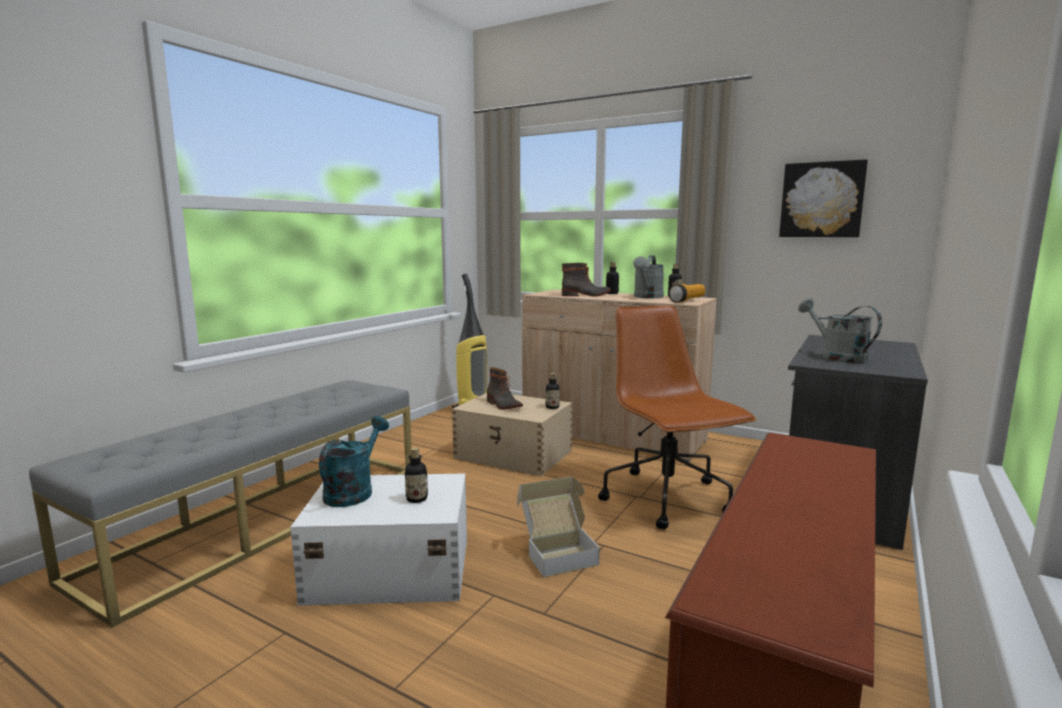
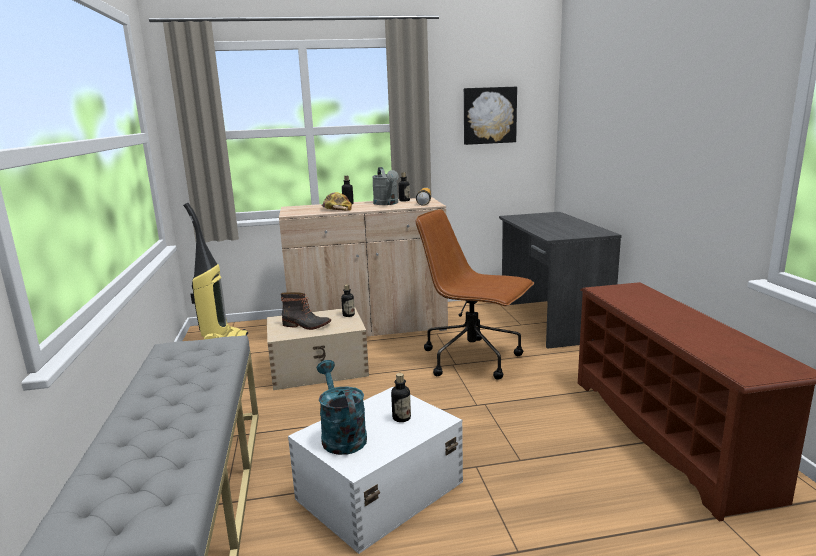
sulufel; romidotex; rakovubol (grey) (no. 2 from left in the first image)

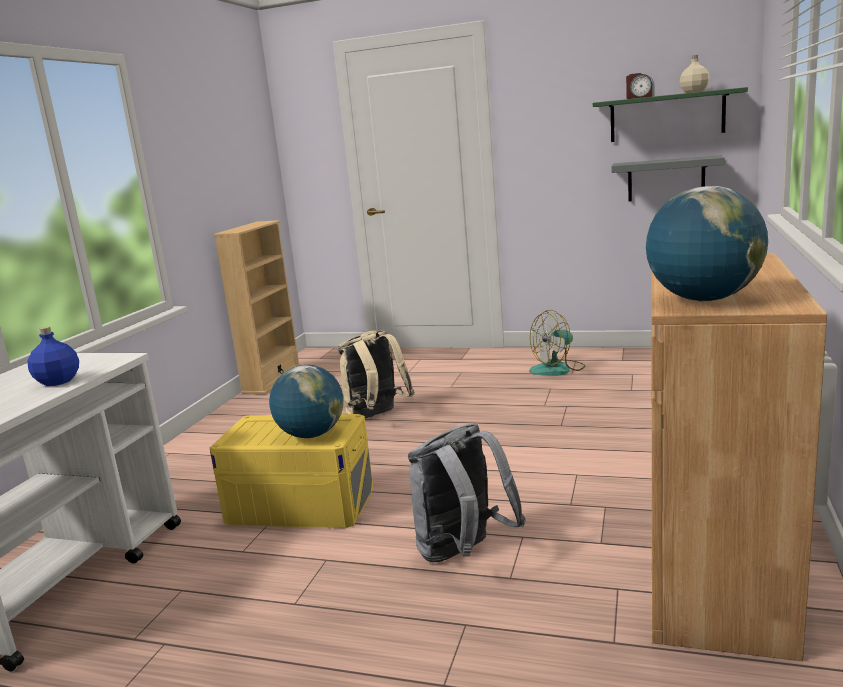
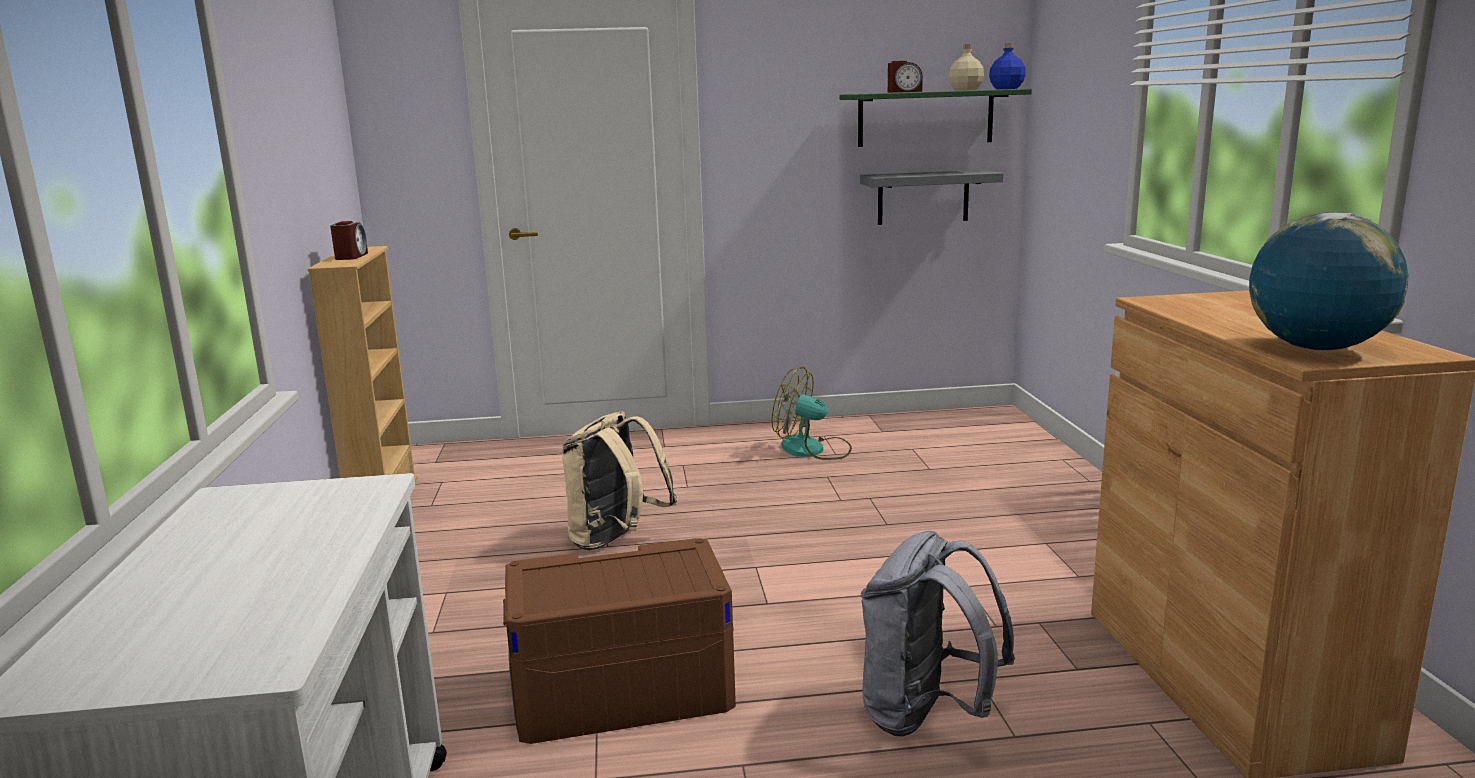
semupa (no. 1 from left); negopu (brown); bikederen; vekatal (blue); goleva (no. 1 from left in the first image)

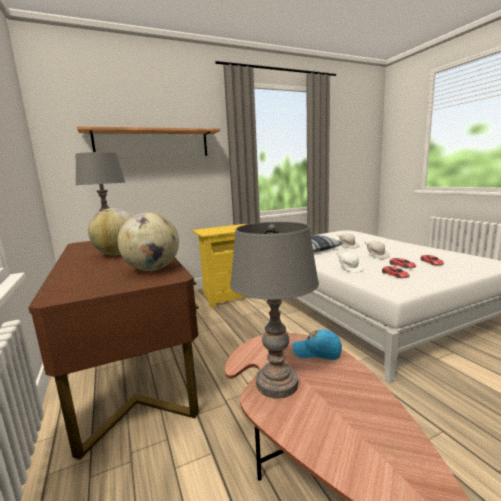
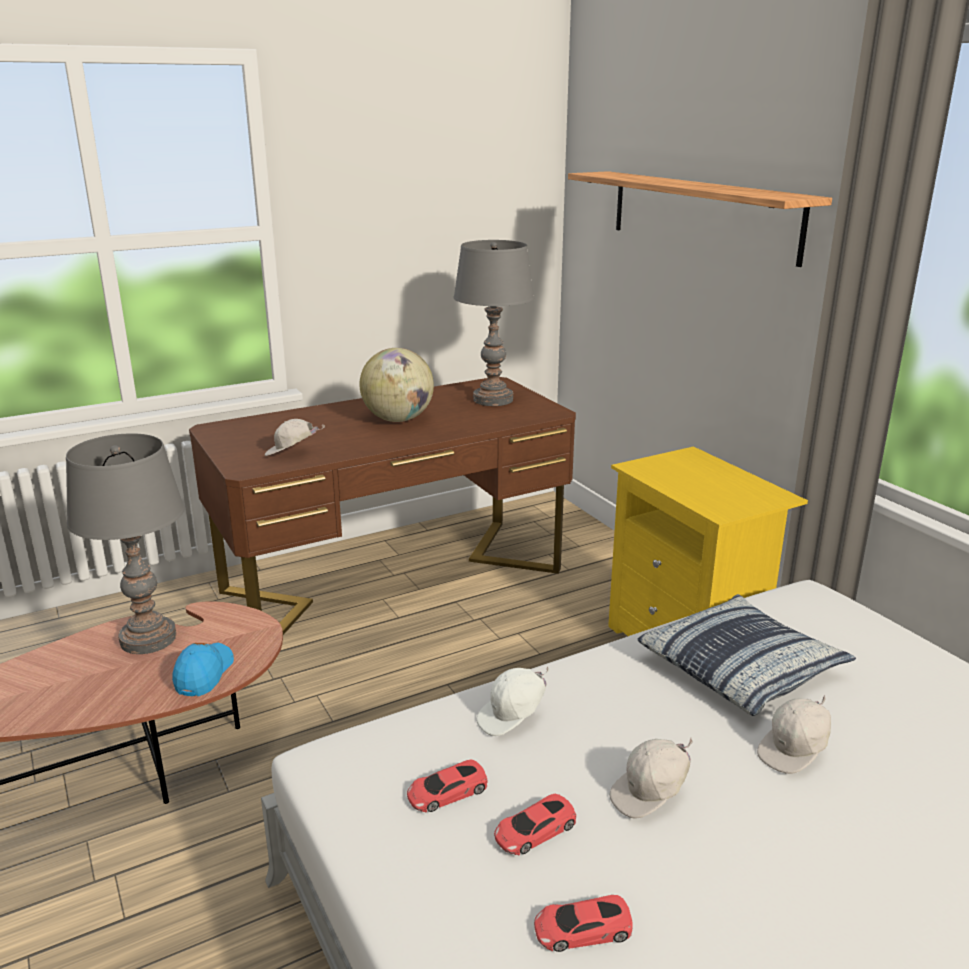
sulufel (white) (no. 1 from left)

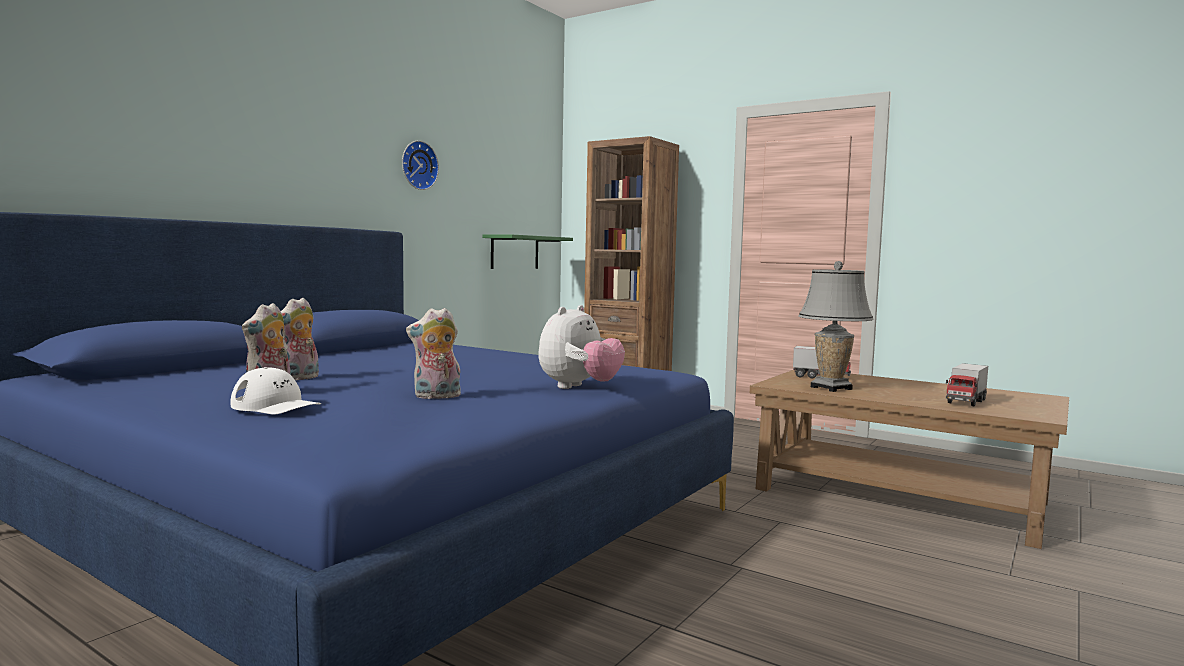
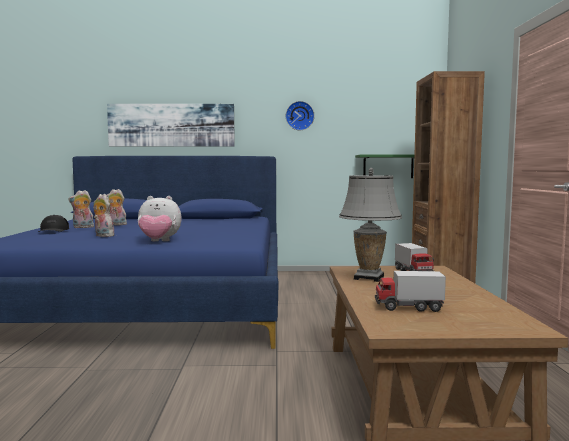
sulufel (black); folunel

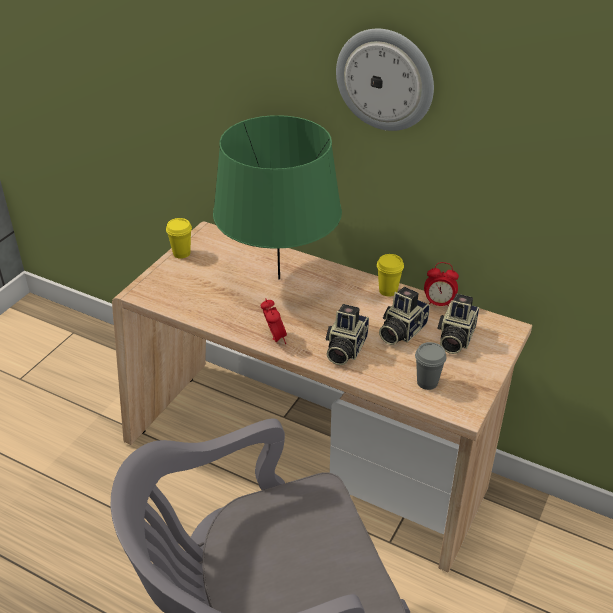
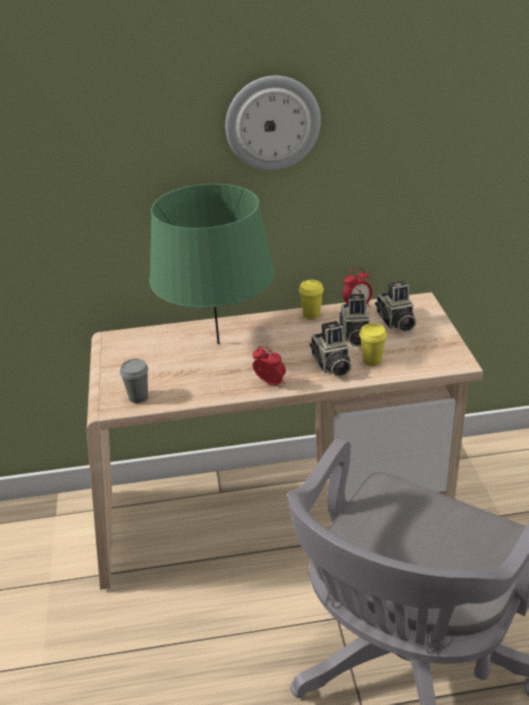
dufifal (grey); dufifal (yellow) (no. 2 from left)

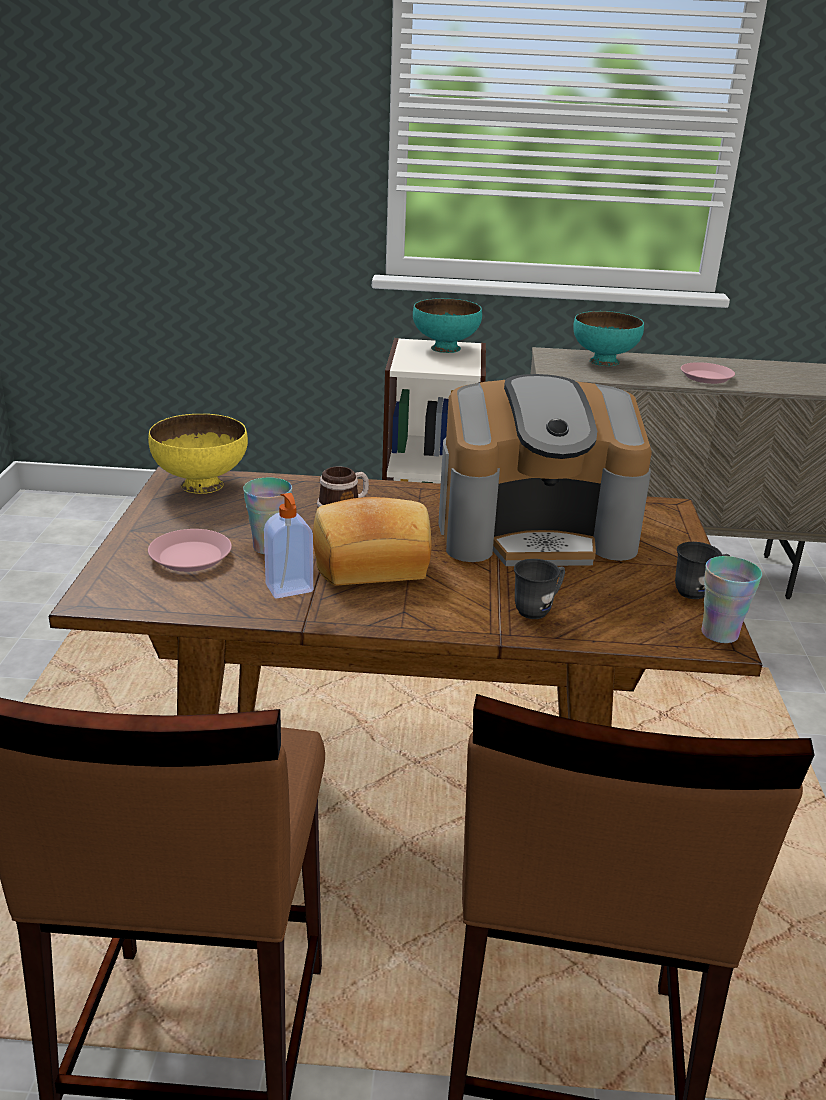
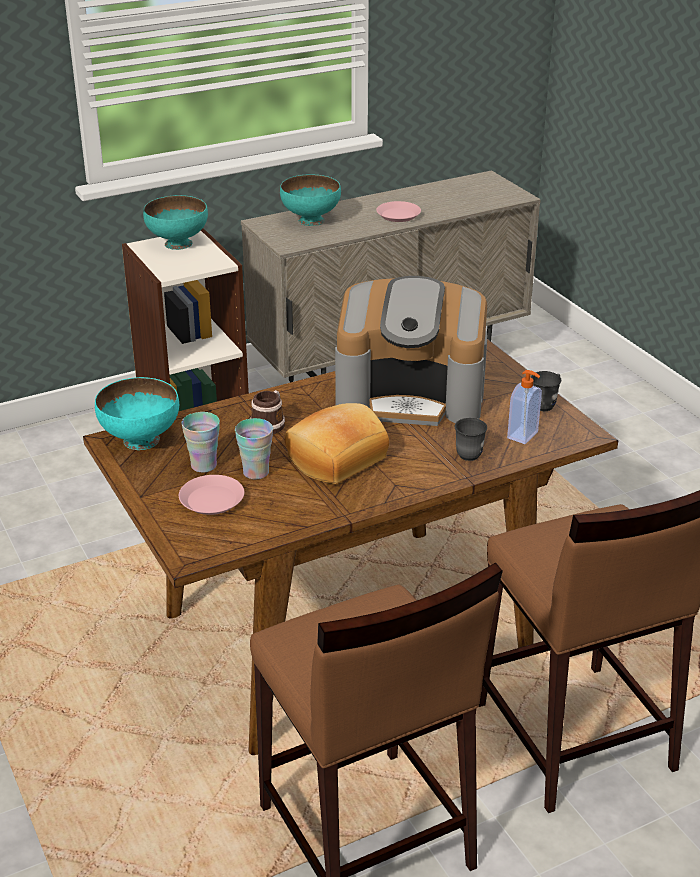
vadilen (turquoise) (no. 1 from left); dufifal (no. 1 from left); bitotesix; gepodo

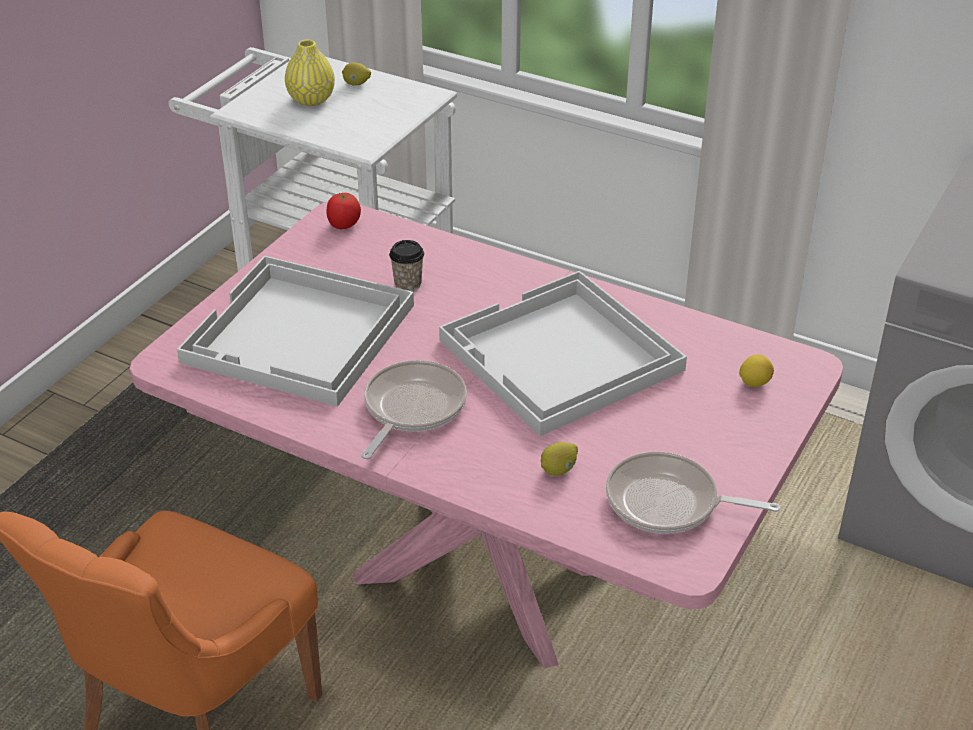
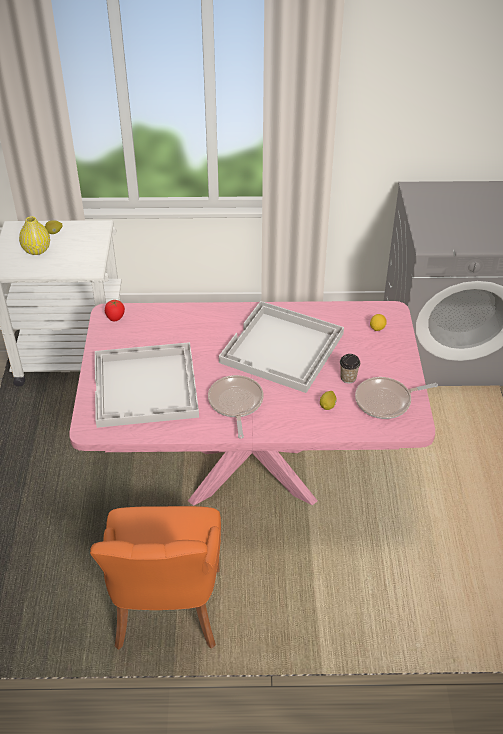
dufifal

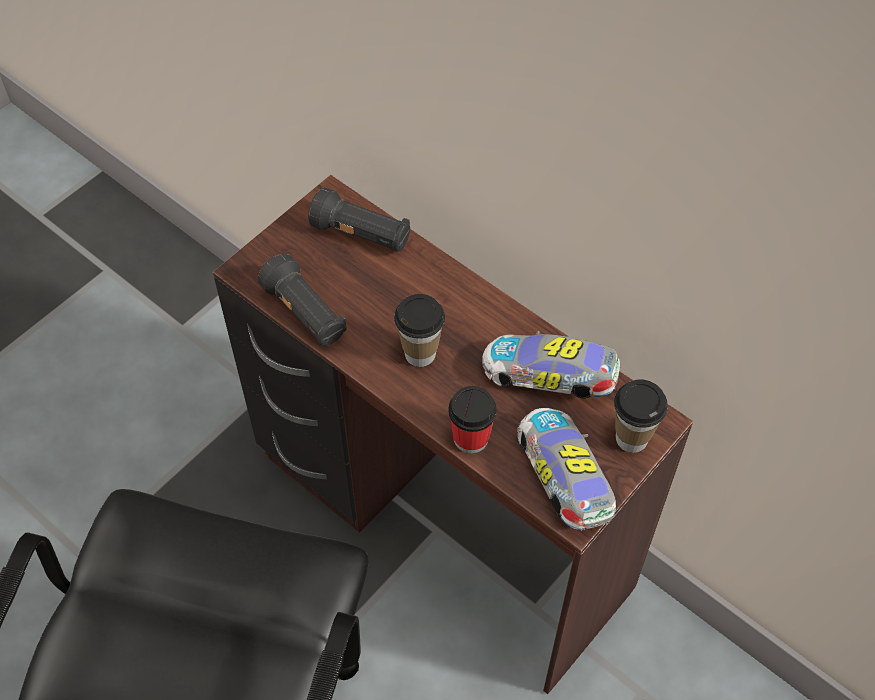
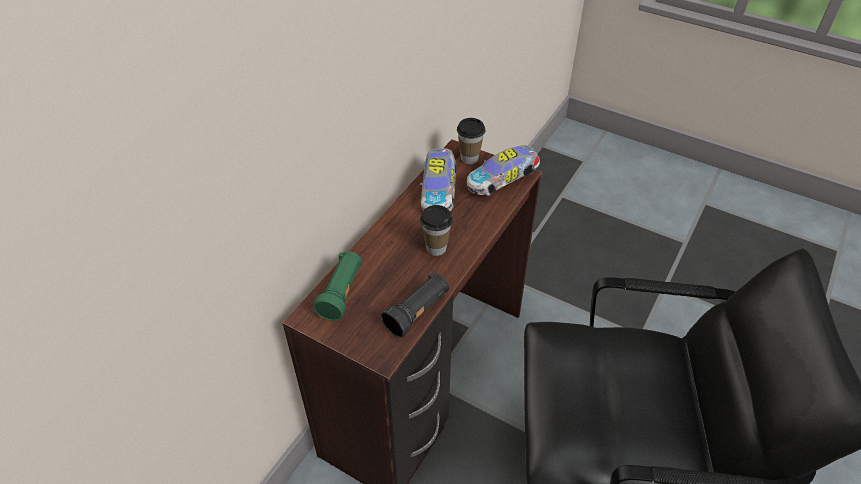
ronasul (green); dufifal (no. 2 from left in the first image)

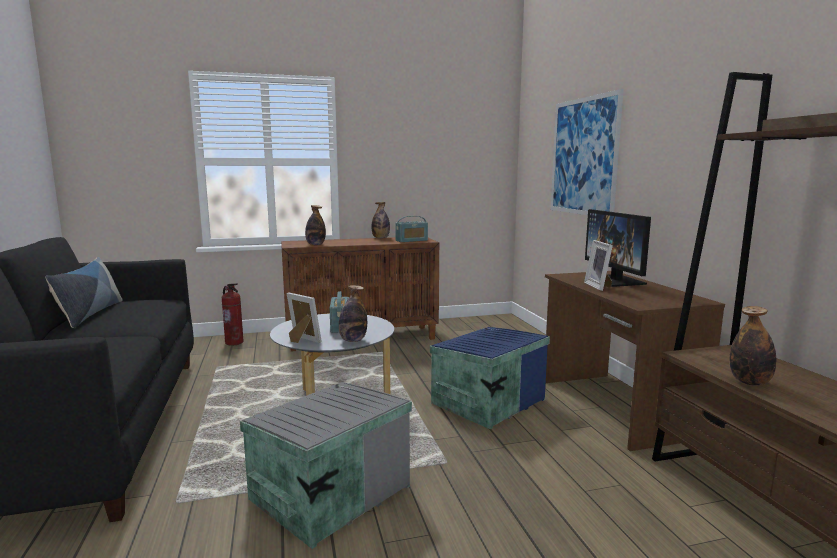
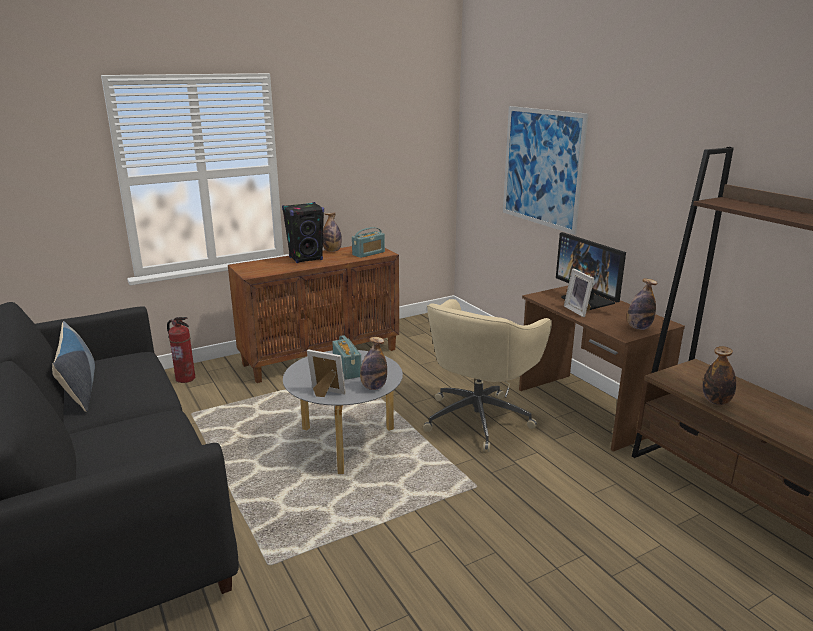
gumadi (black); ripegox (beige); vekatal (no. 3 from left); negopu (grey)

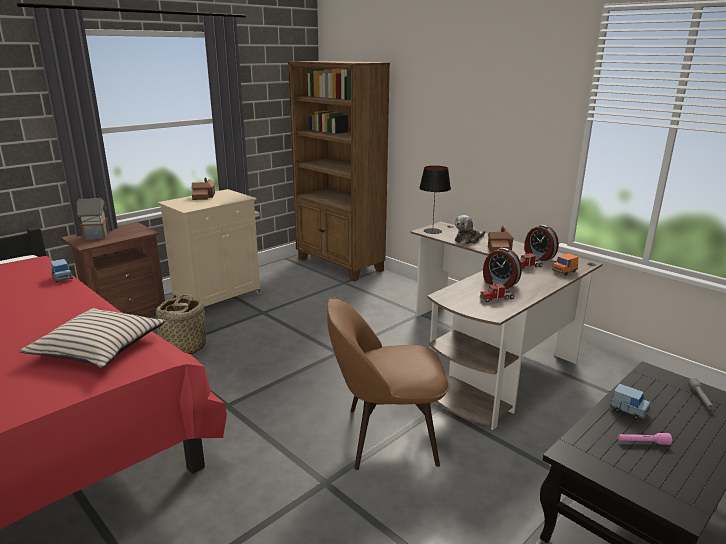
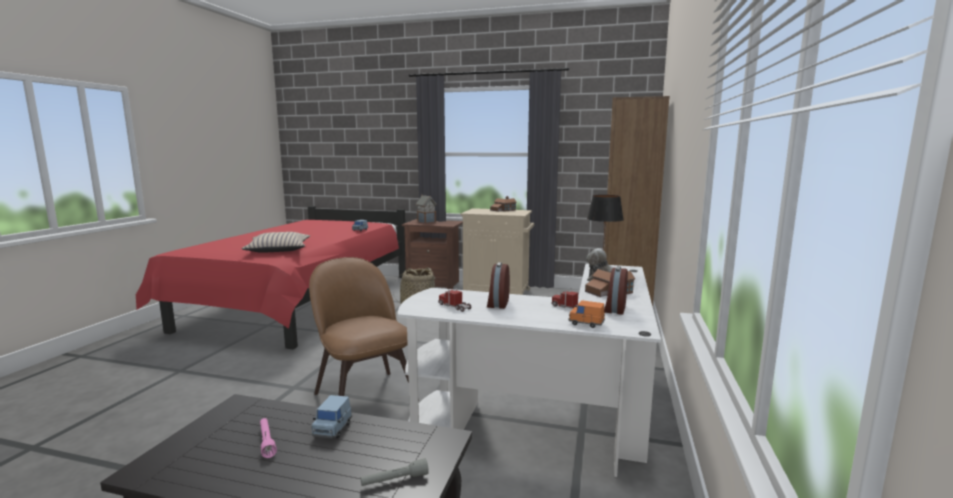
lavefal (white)

